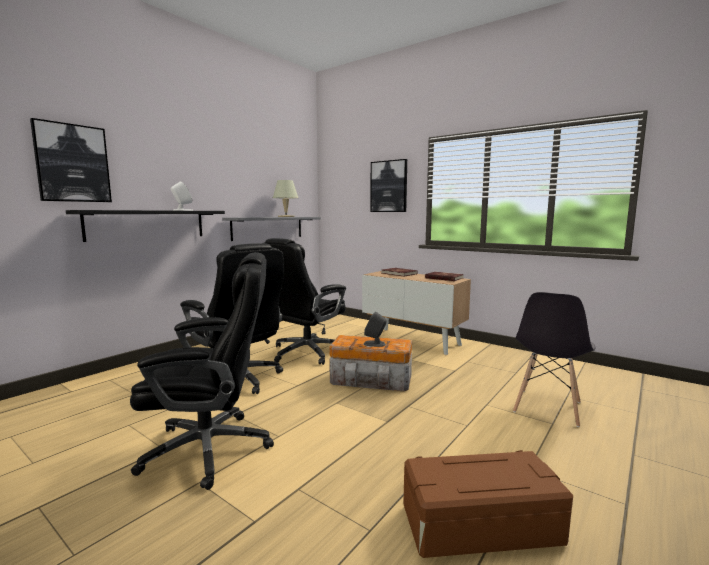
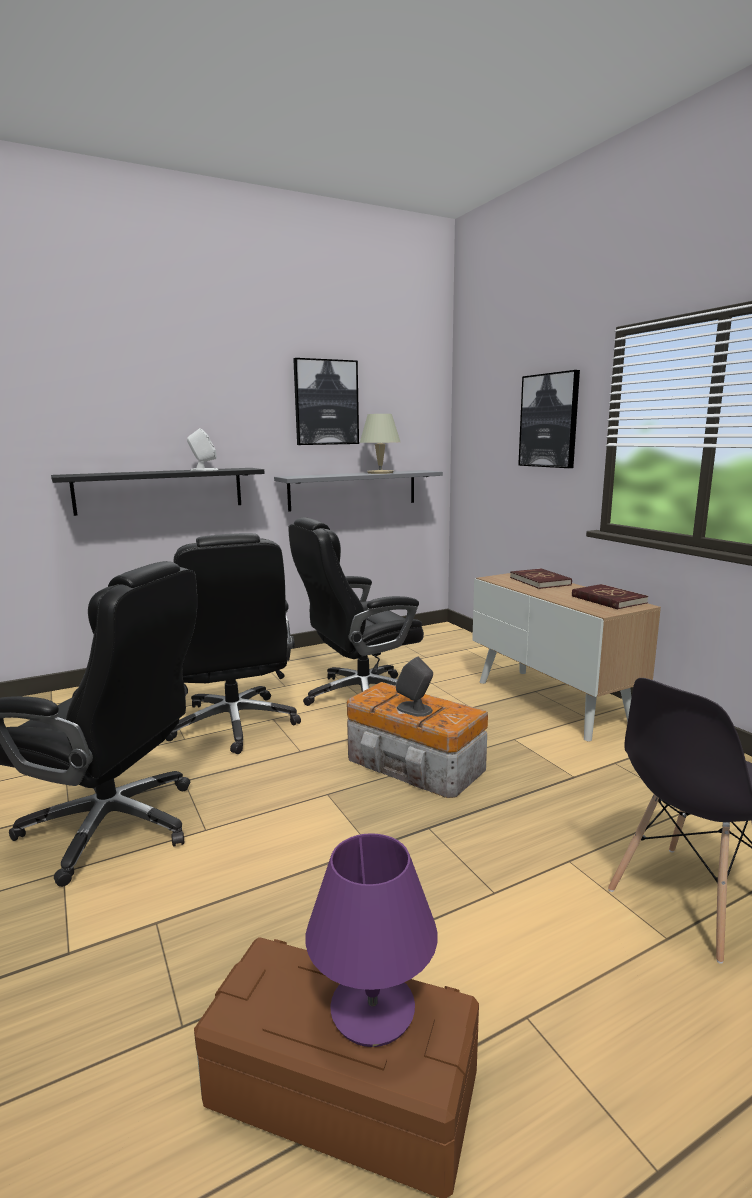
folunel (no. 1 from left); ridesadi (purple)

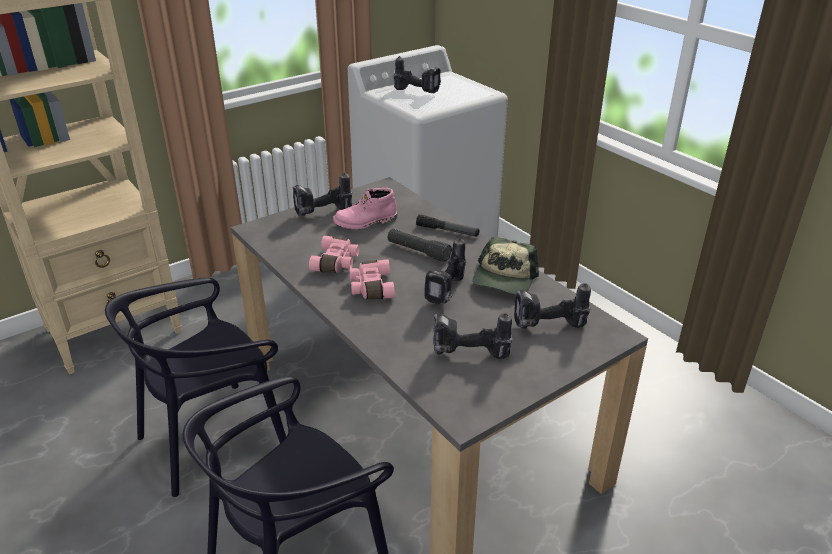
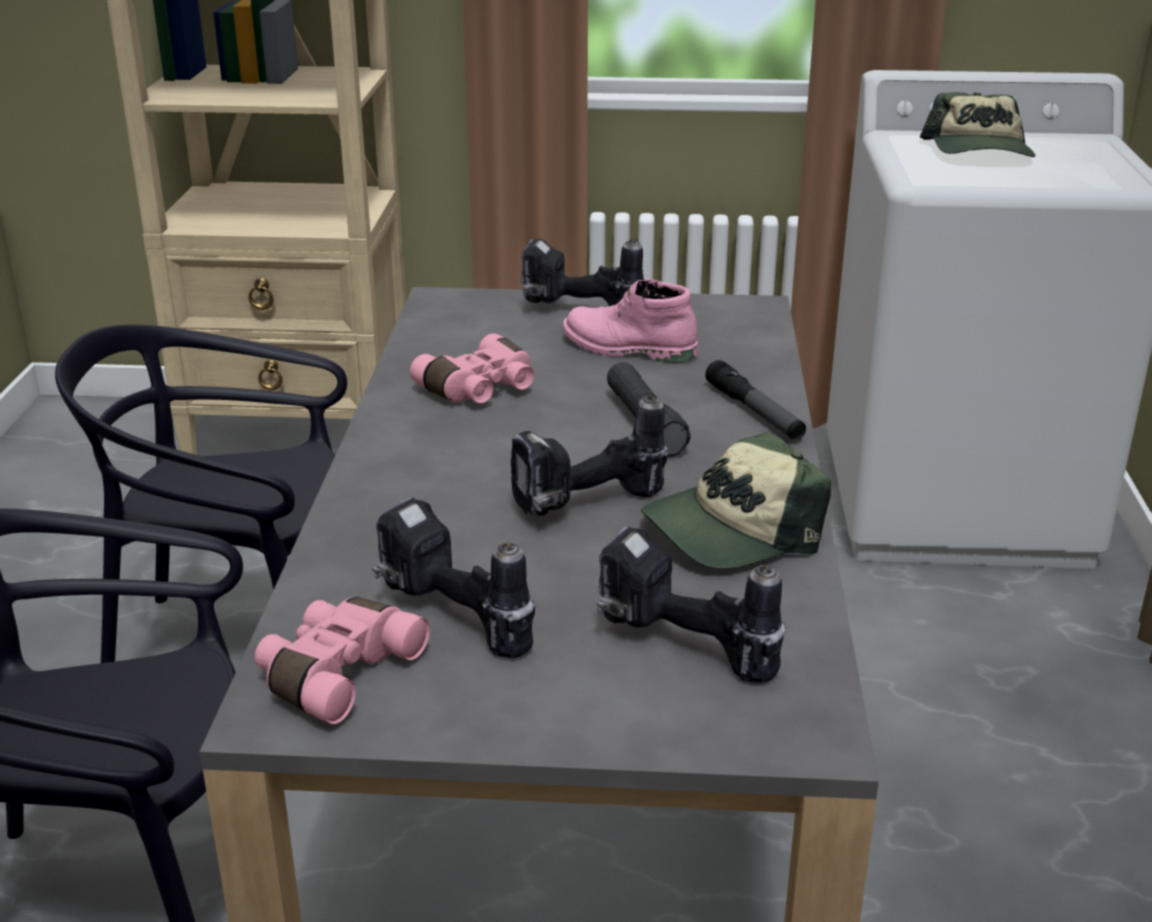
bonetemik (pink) (no. 1 from left); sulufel (no. 2 from left)

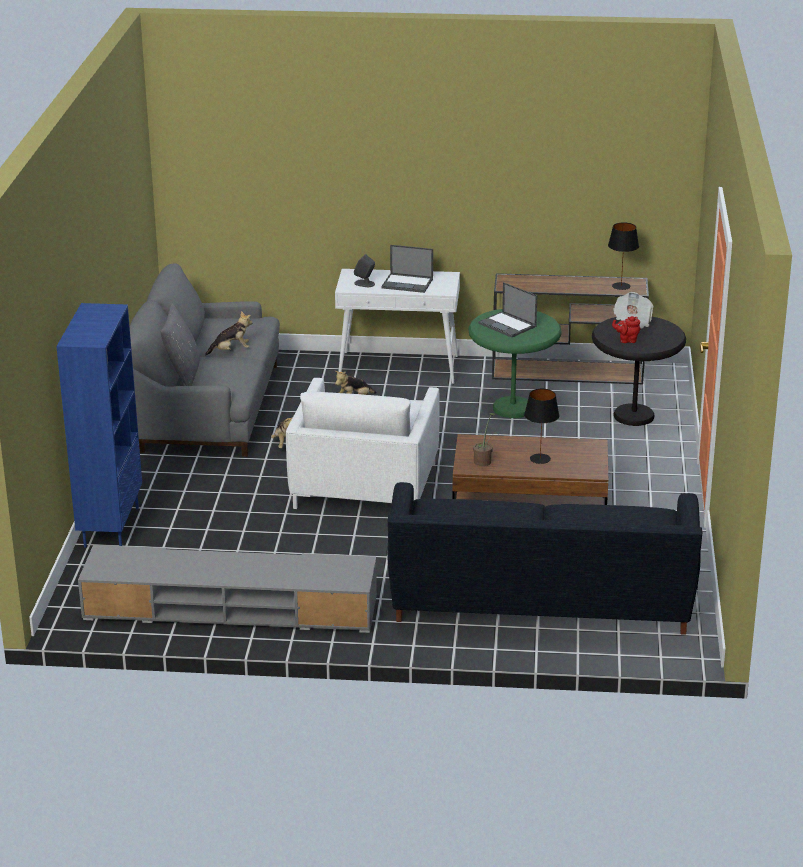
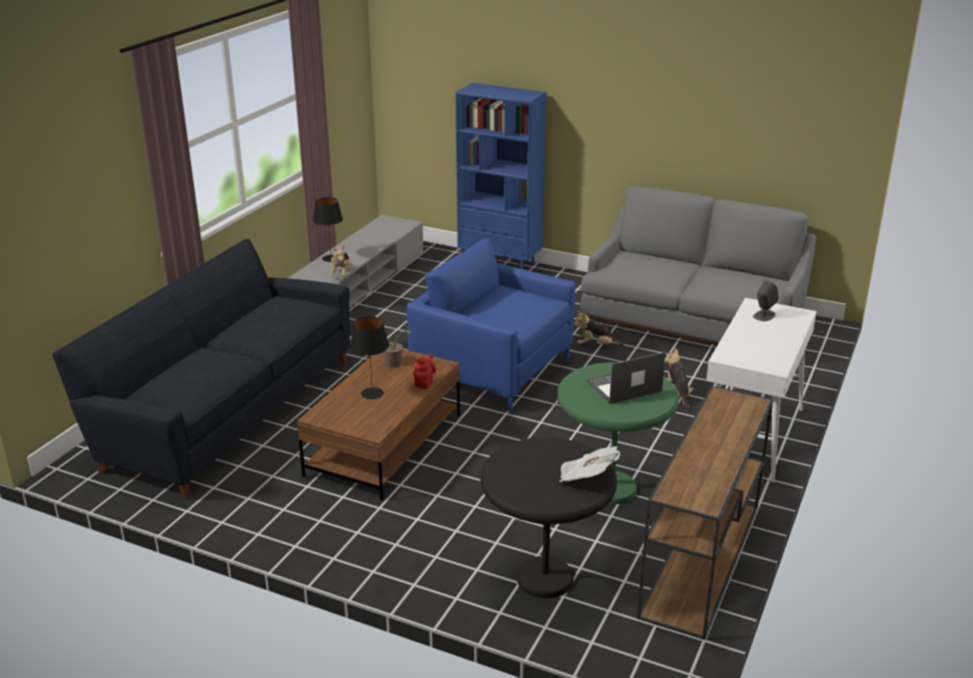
ridesadi (black) (no. 1 from left); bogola (no. 1 from left); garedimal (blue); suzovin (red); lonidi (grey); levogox (no. 1 from left in the first image)

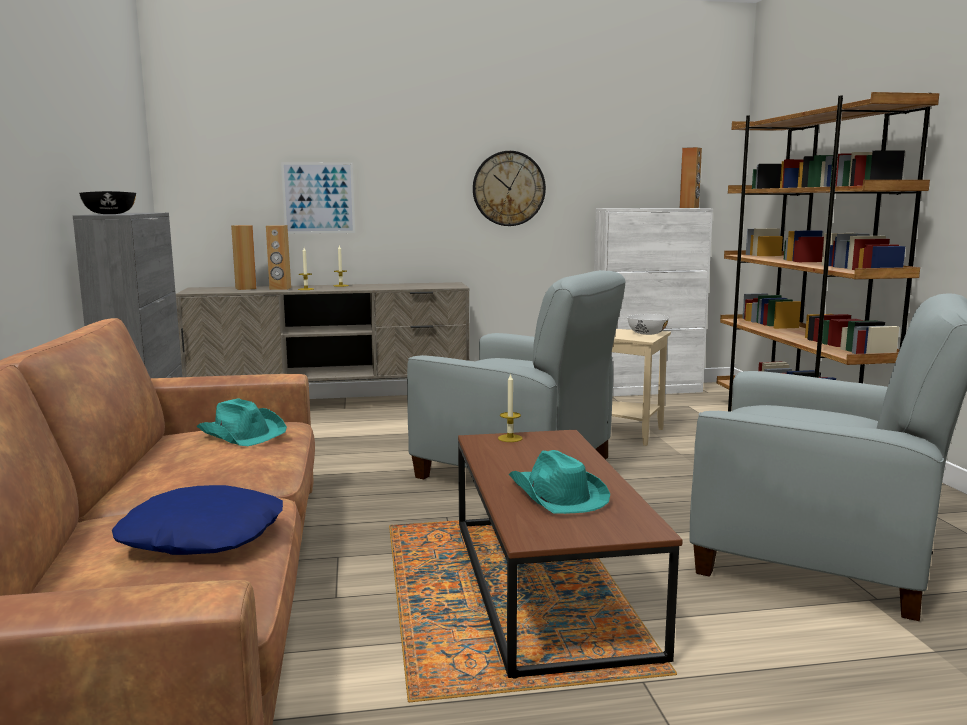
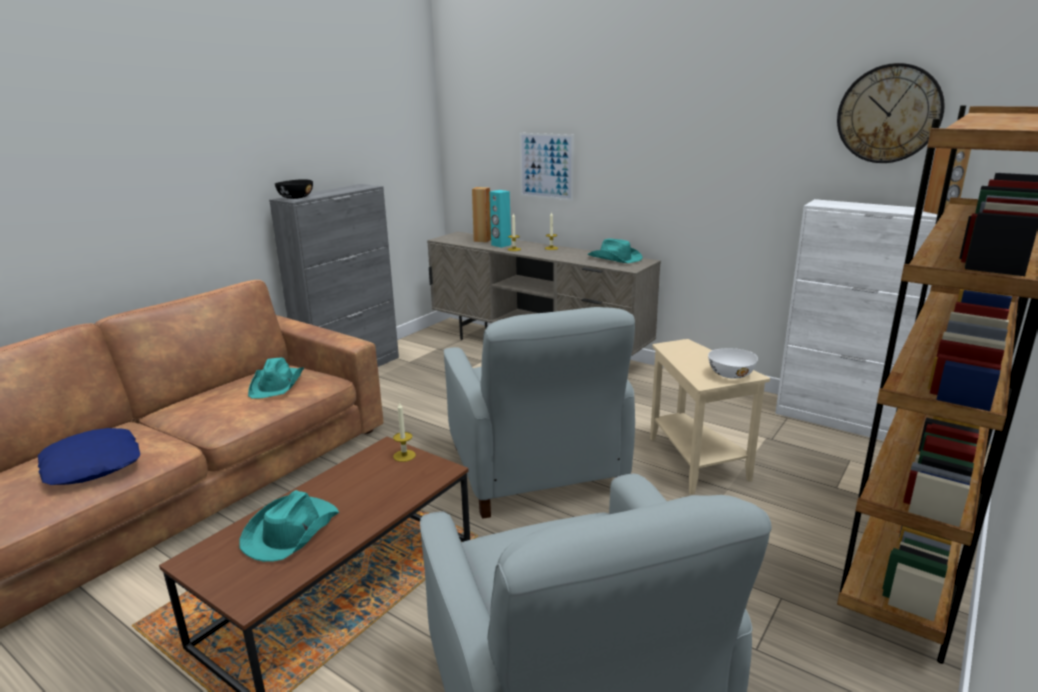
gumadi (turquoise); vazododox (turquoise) (no. 3 from left); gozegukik

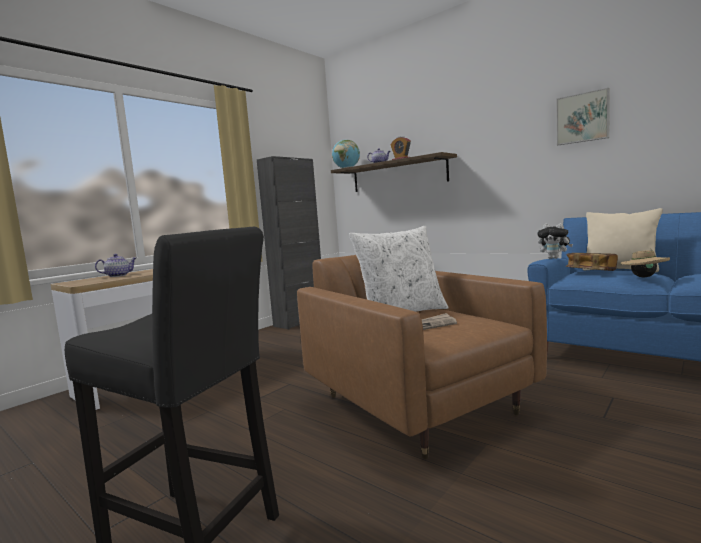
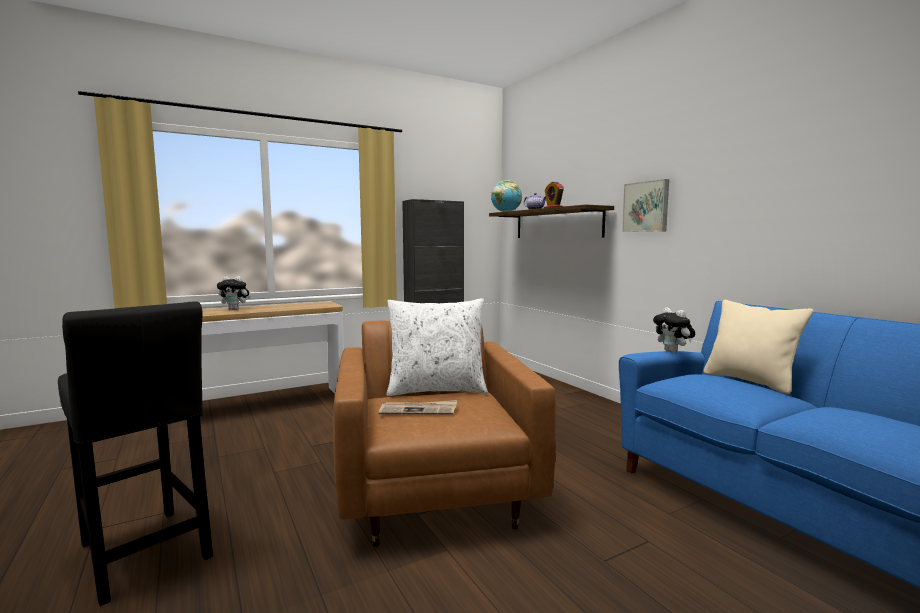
bogola (no. 1 from left); folunel; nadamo; vazododox (beige)

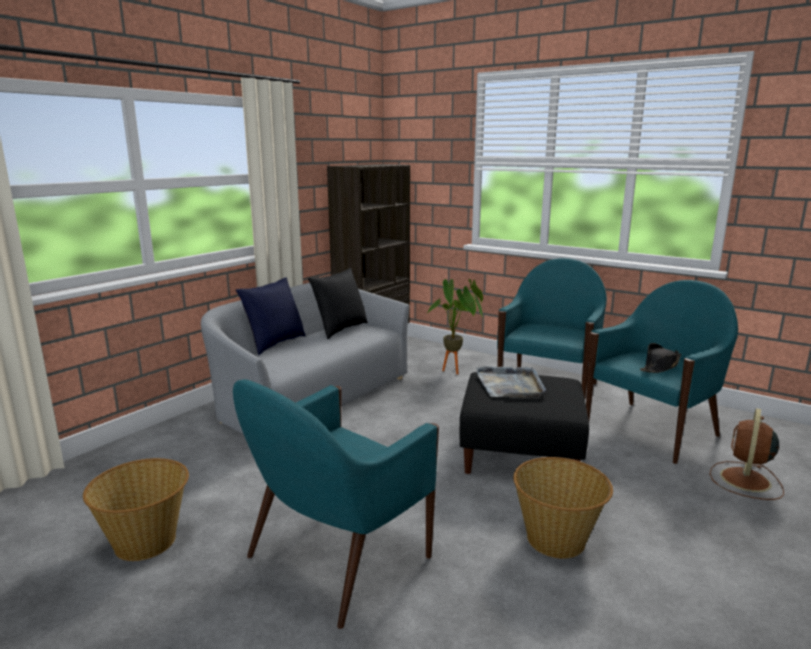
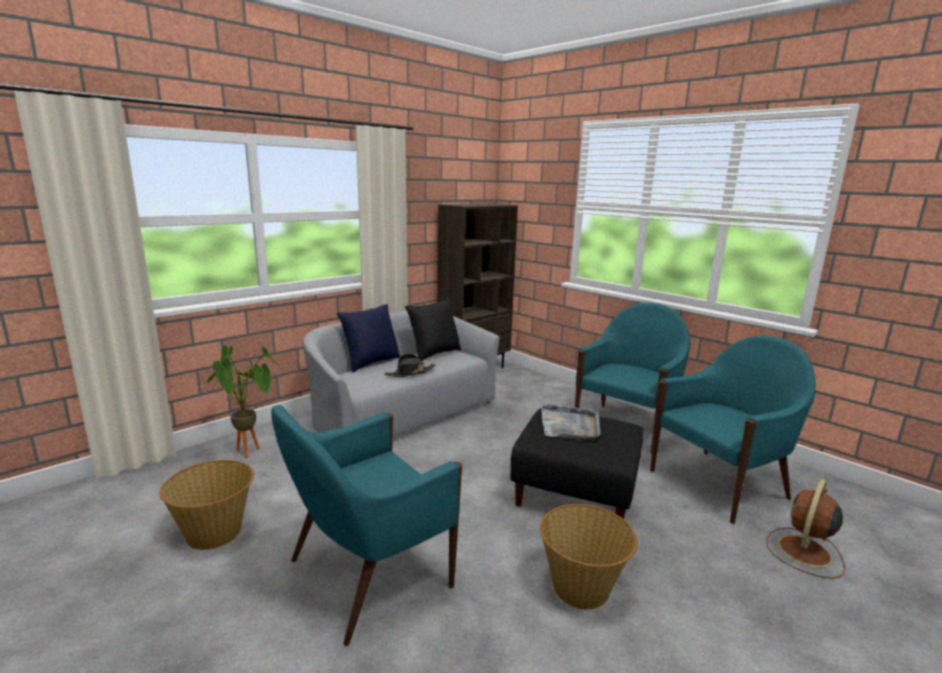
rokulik; vazododox (black)

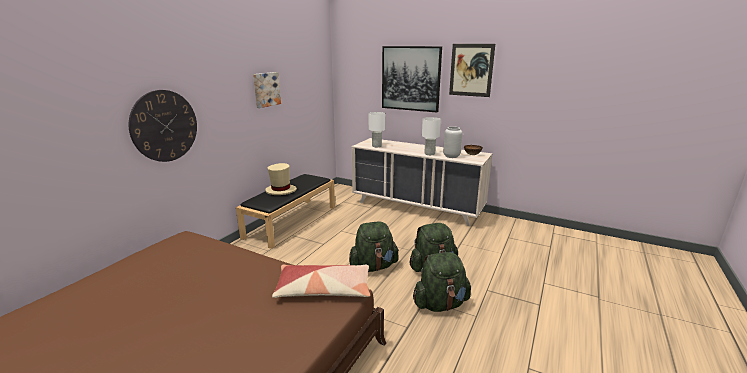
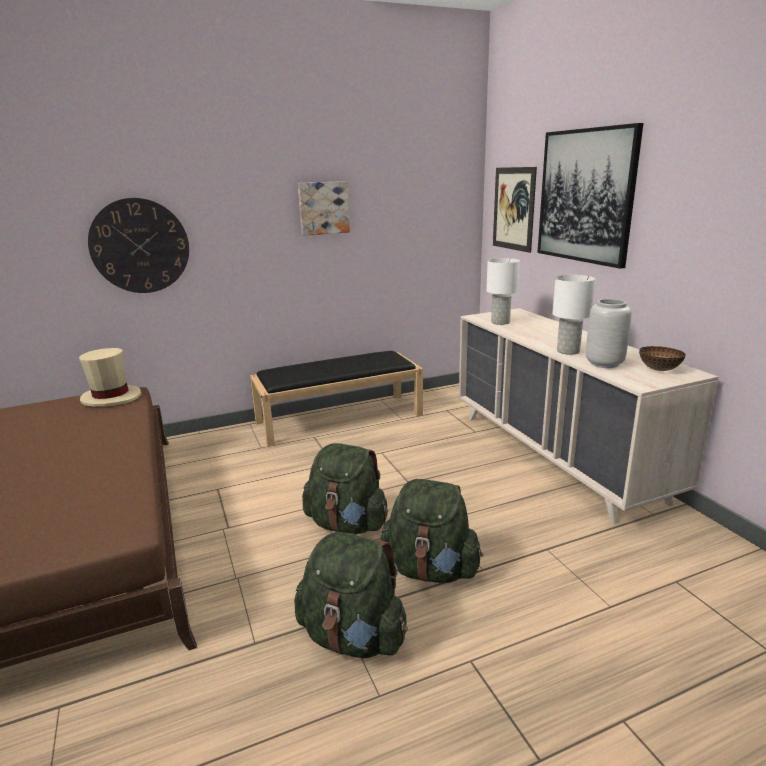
vazododox (beige); folunel (no. 2 from left); lonidi

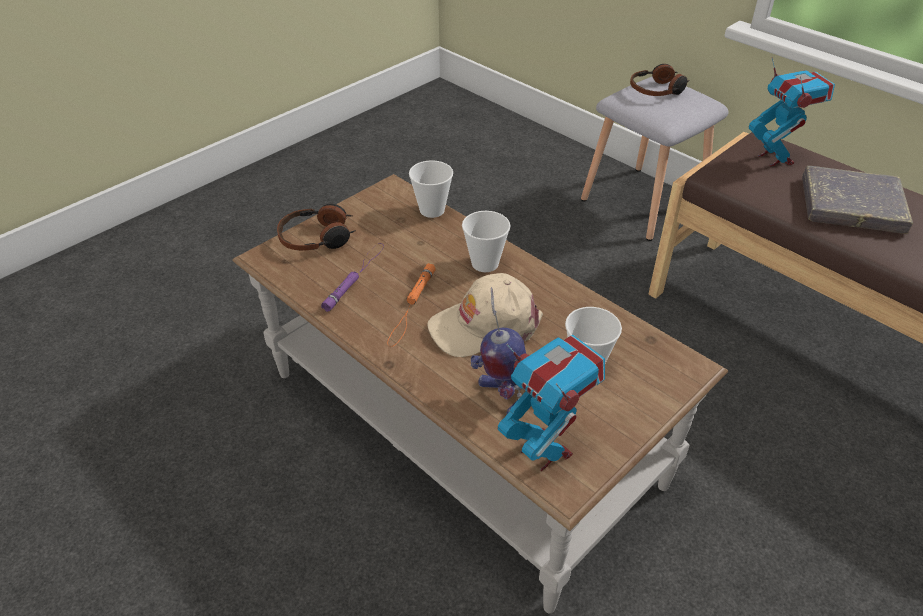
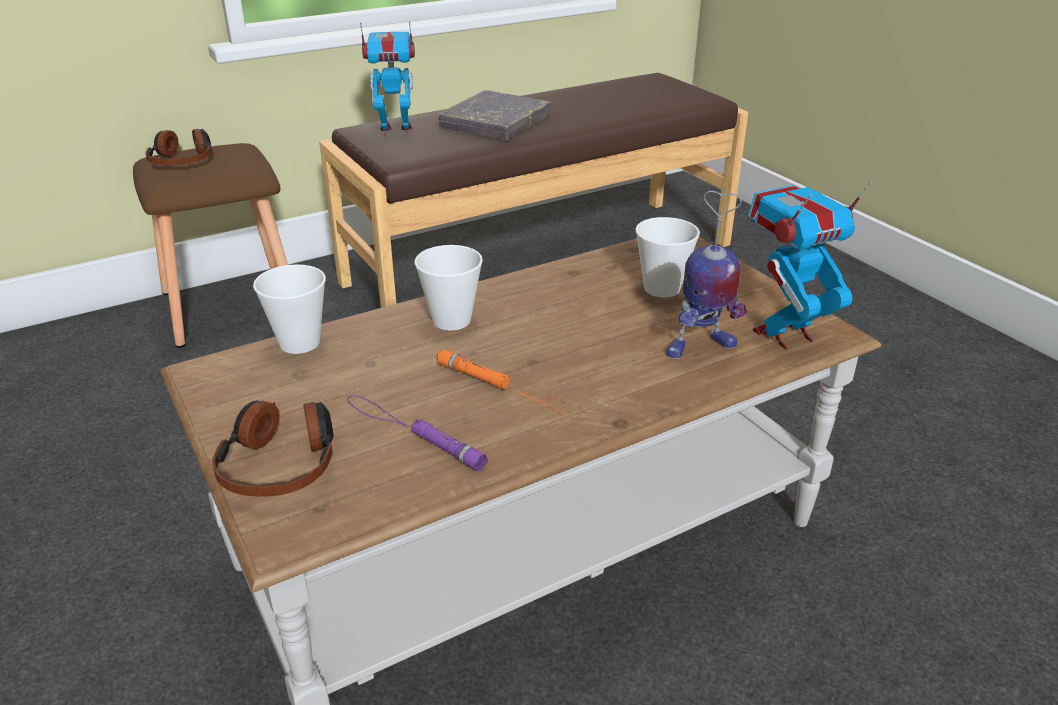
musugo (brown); sulufel (beige)

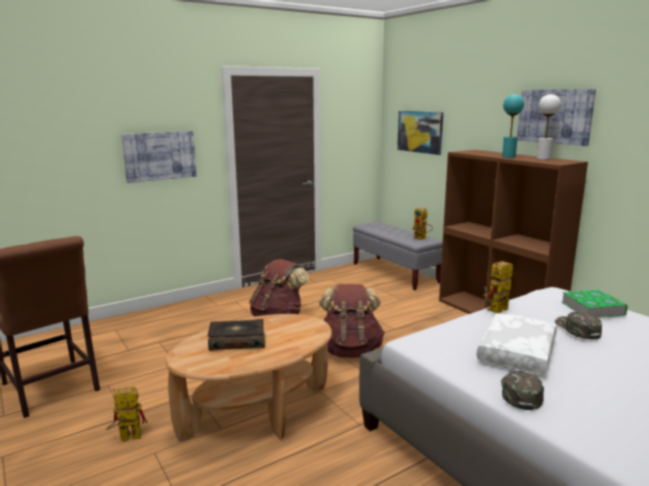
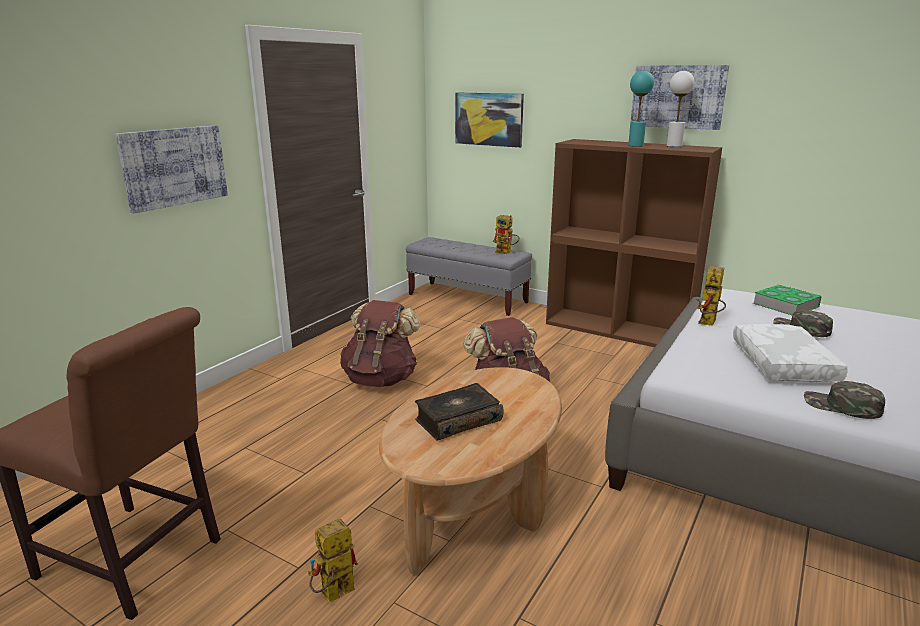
sulufel (green) (no. 2 from left)

